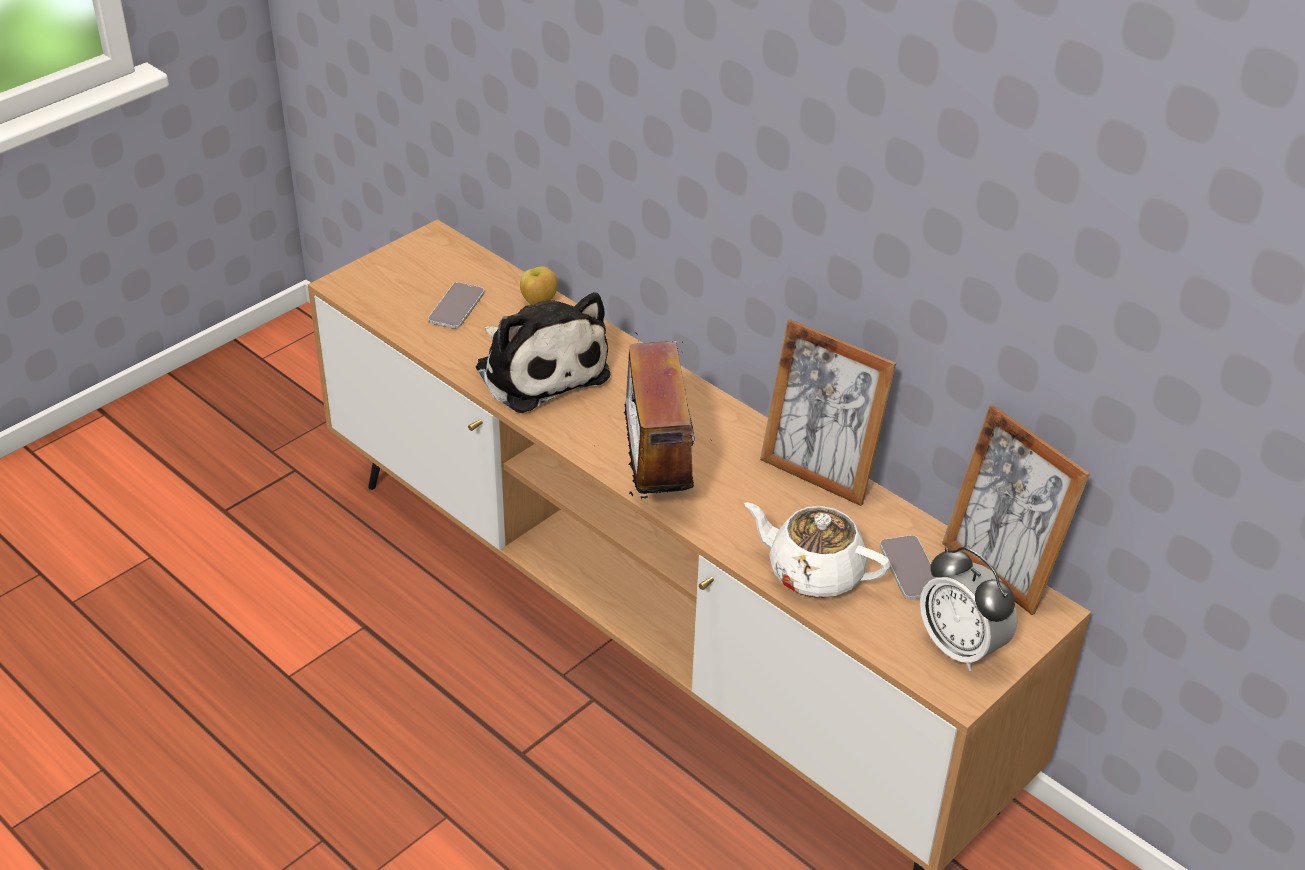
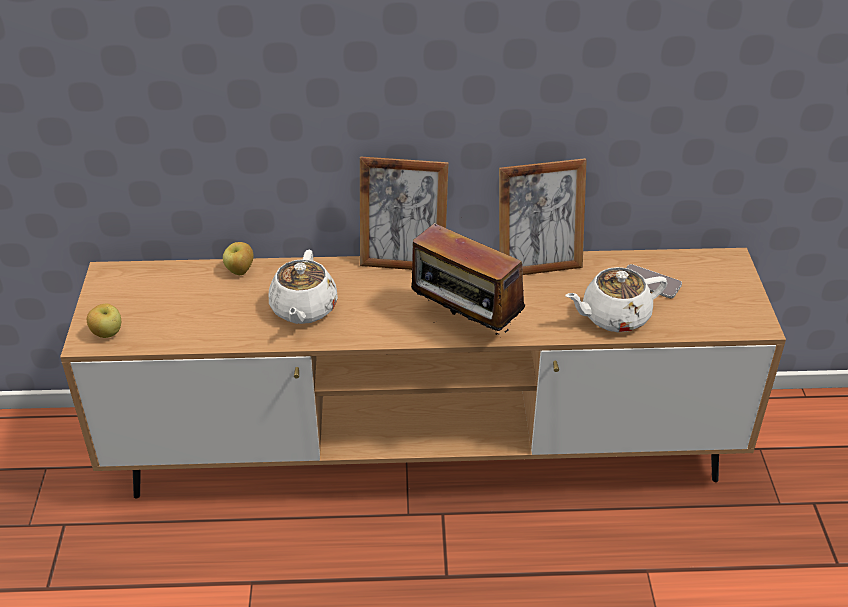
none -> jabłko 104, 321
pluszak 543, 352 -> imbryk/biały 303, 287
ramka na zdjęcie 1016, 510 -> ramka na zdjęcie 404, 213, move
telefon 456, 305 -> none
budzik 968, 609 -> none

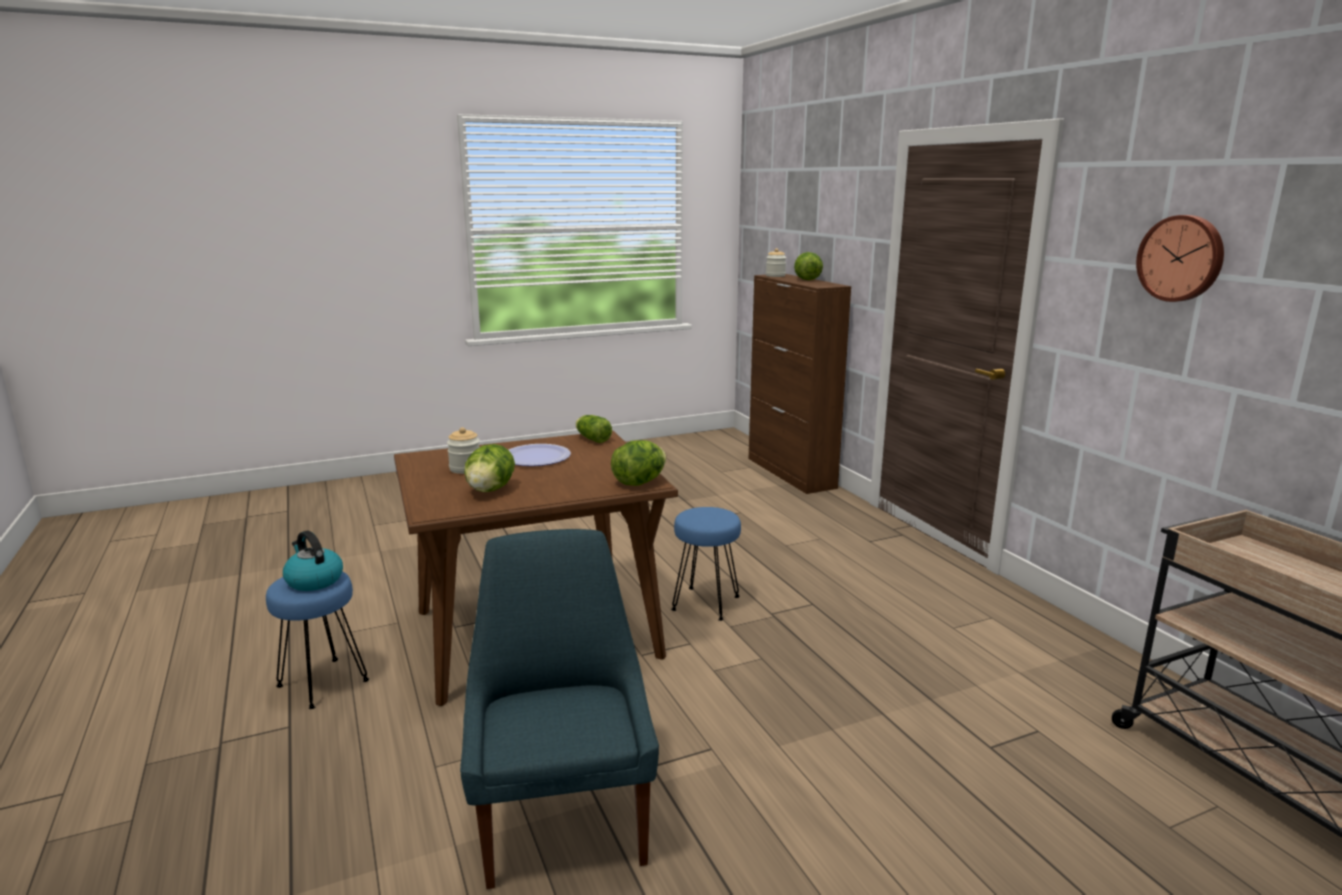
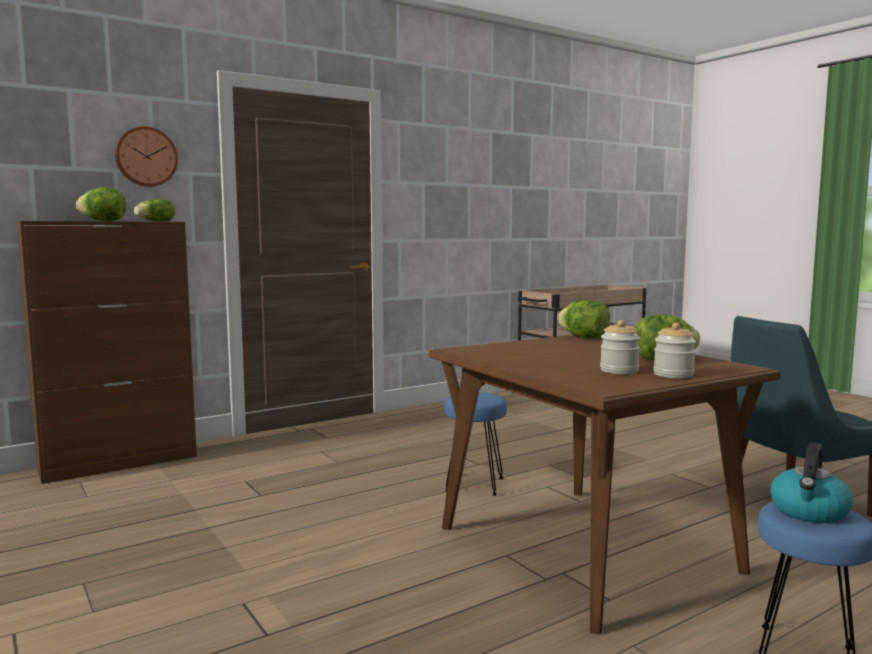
zegar ścienny 1180, 258 -> zegar ścienny 146, 156, move
sałata 593, 429 -> sałata 154, 210, move
słoik 776, 262 -> słoik 674, 350, move
talerz 540, 455 -> none

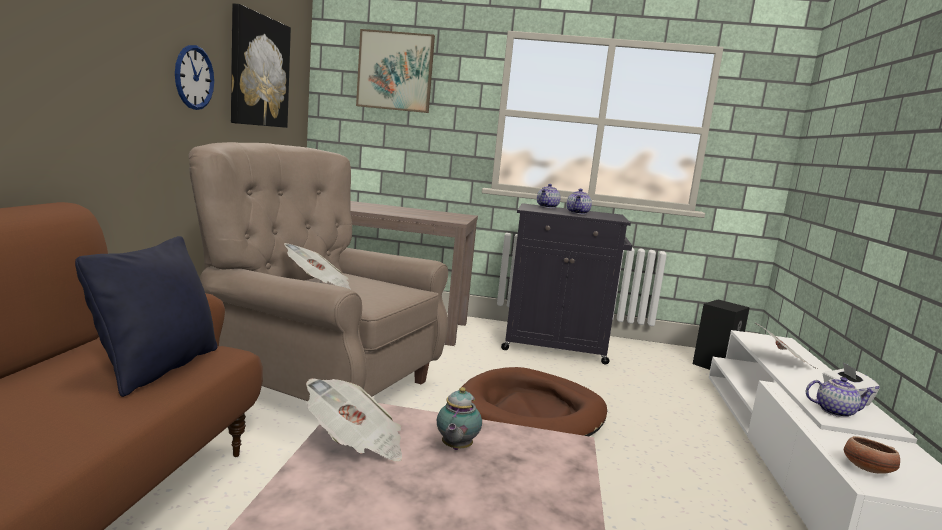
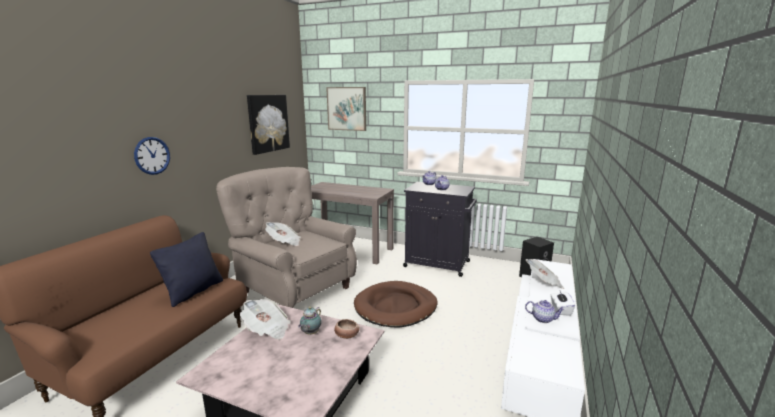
zegar ścienny 194, 77 -> zegar ścienny 152, 156, move
miska 872, 455 -> miska 346, 329, move

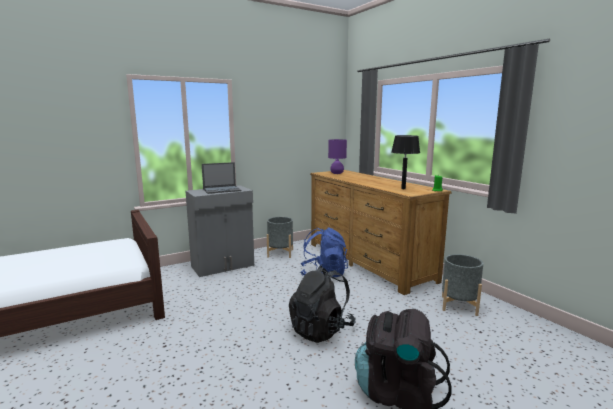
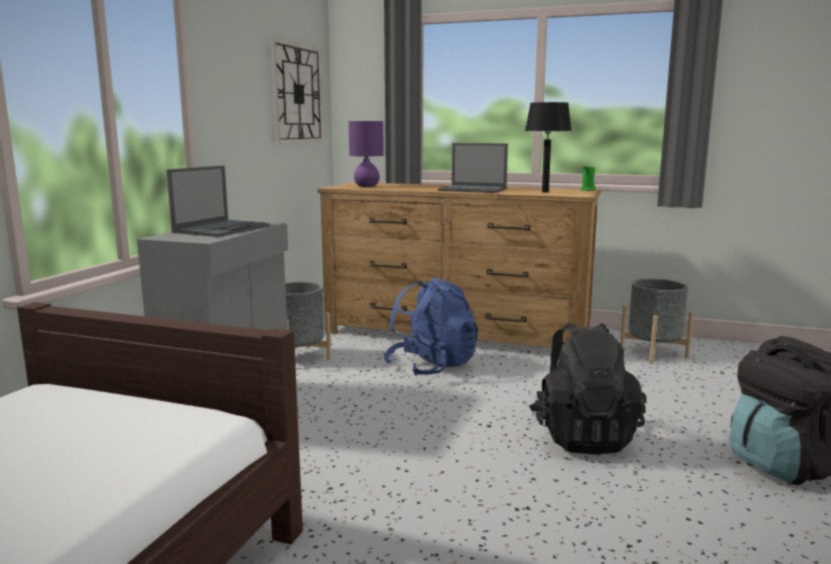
none -> zegar ścienny 297, 91
none -> laptop 473, 168

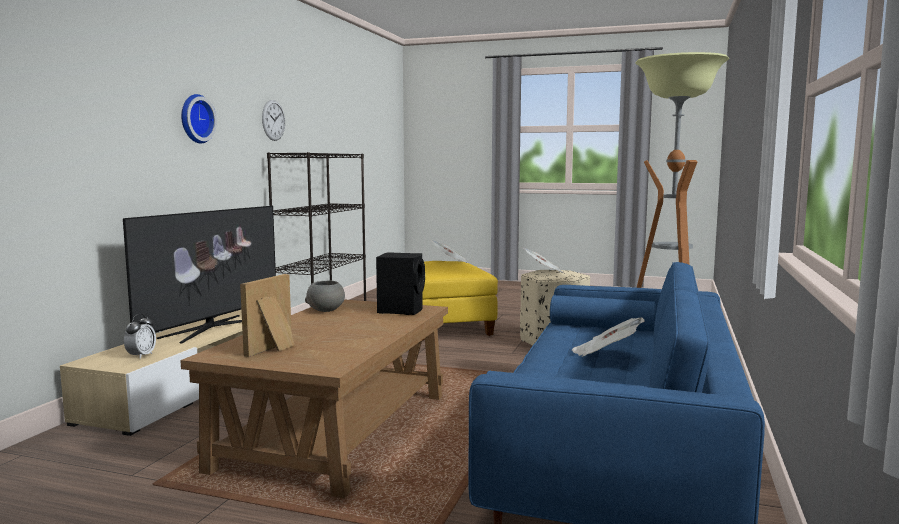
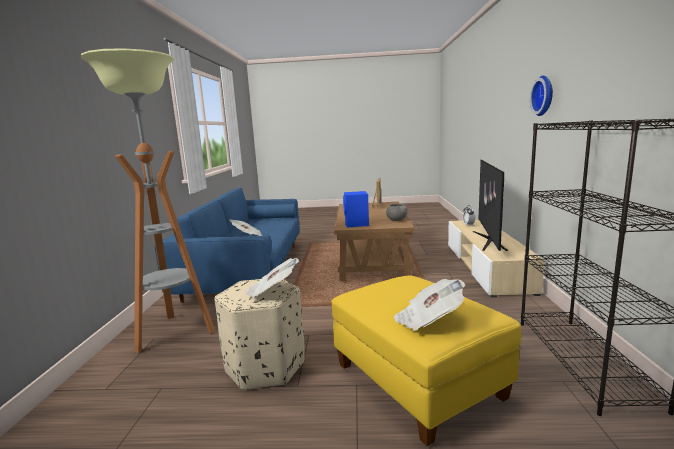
głośnik/czarny 400, 283 -> głośnik/niebieski 356, 209
zegar ścienny 273, 120 -> none

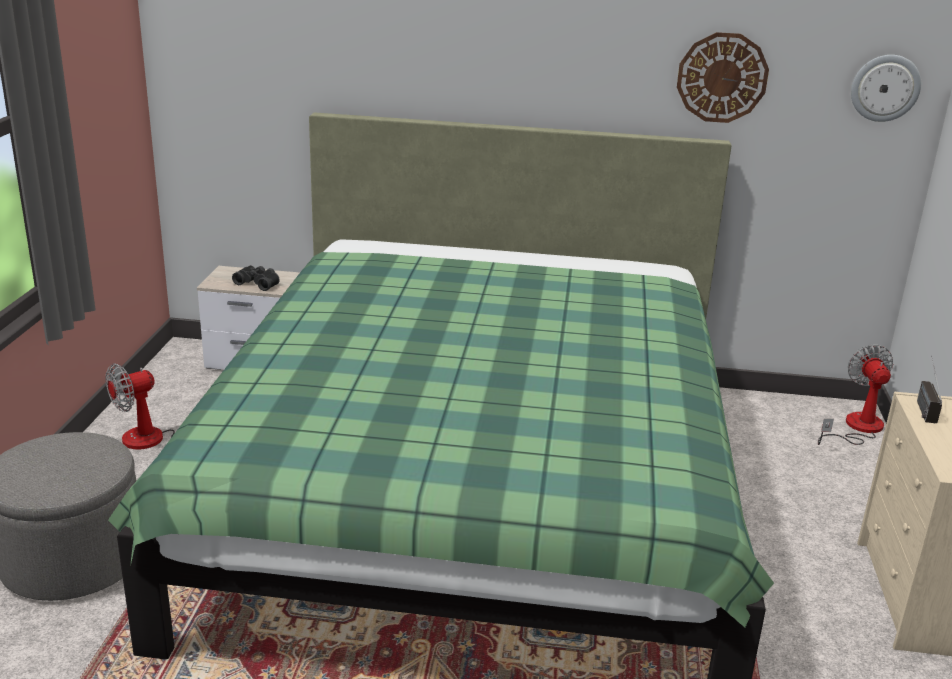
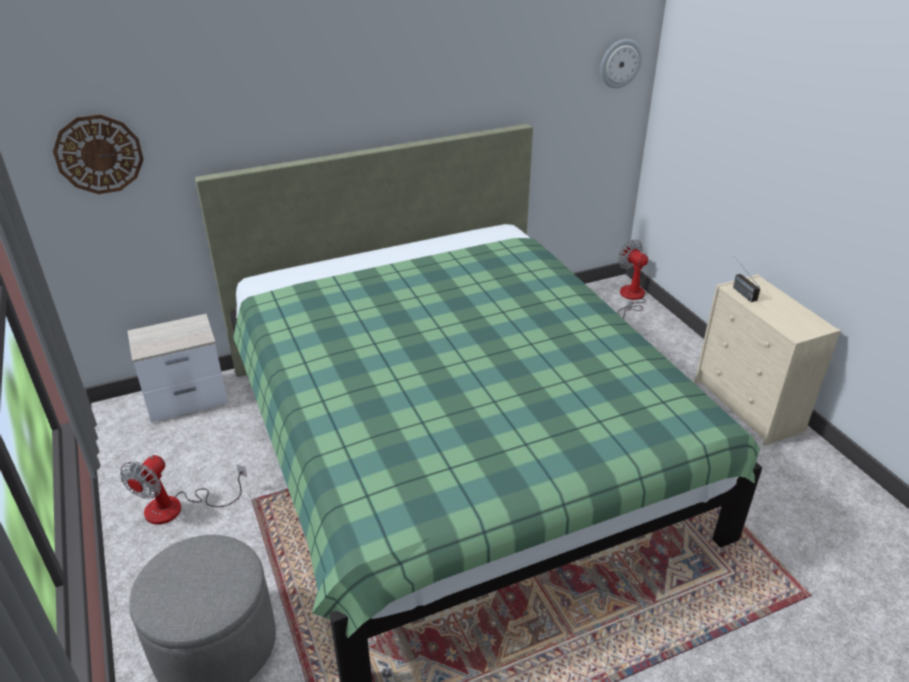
zegar ścienny 723, 77 -> zegar ścienny 98, 154, move
lornetka/czarny 256, 278 -> none

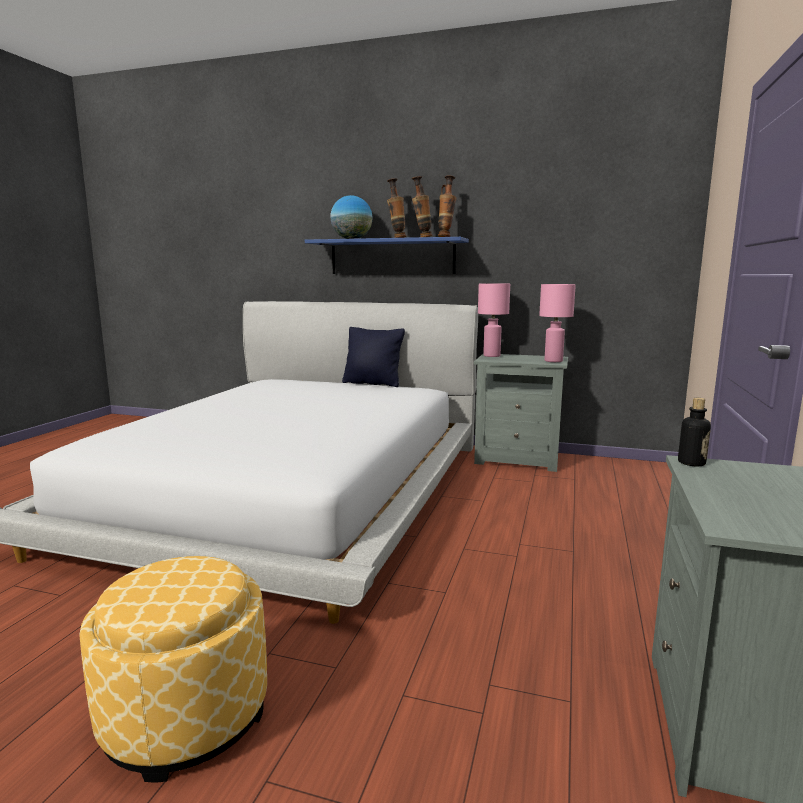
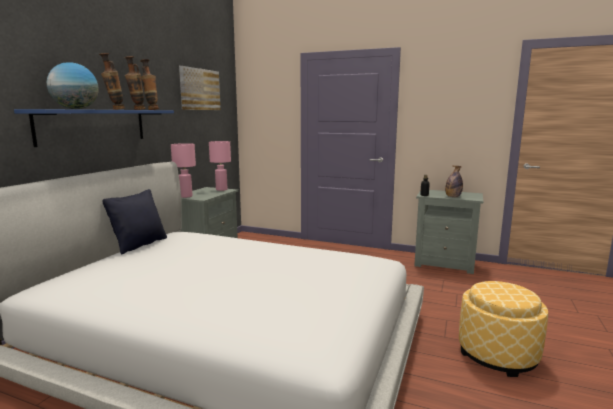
none -> obraz 200, 88
none -> butelka 454, 181

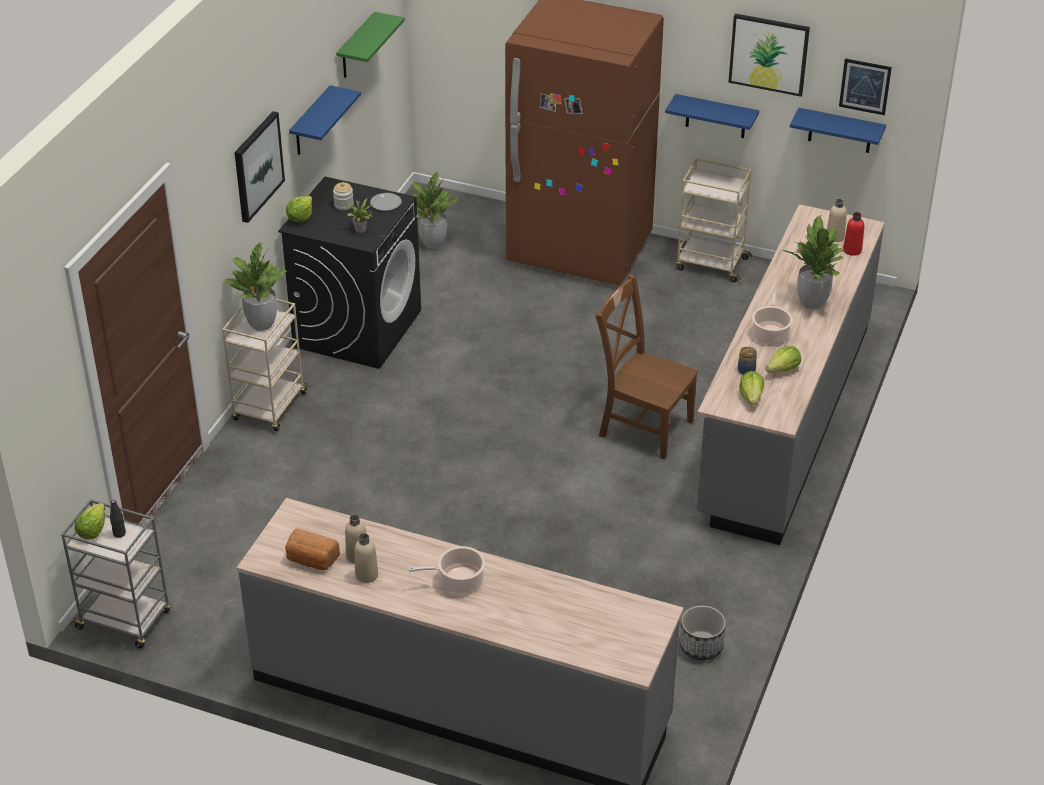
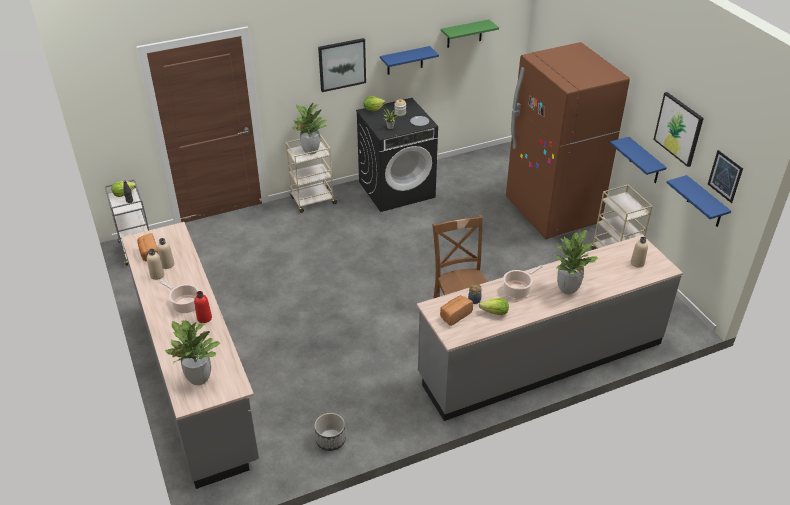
roślina doniczkowa 435, 210 -> roślina doniczkowa 192, 352, move
butelka/czerwony 853, 234 -> butelka/czerwony 203, 307, move
sałata 751, 388 -> chleb 456, 310

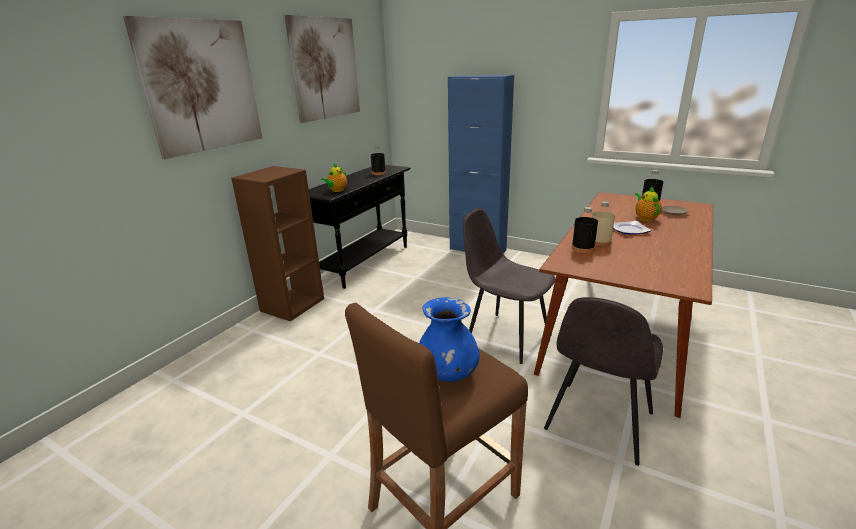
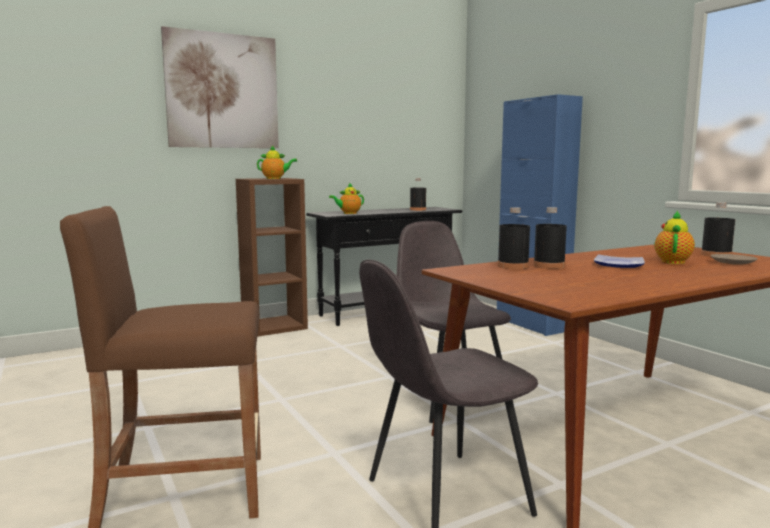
none -> imbryk 277, 162
butelka/beżowy 603, 224 -> butelka/czarny 550, 238
obraz 322, 69 -> none
wazon/niebieski 449, 339 -> none

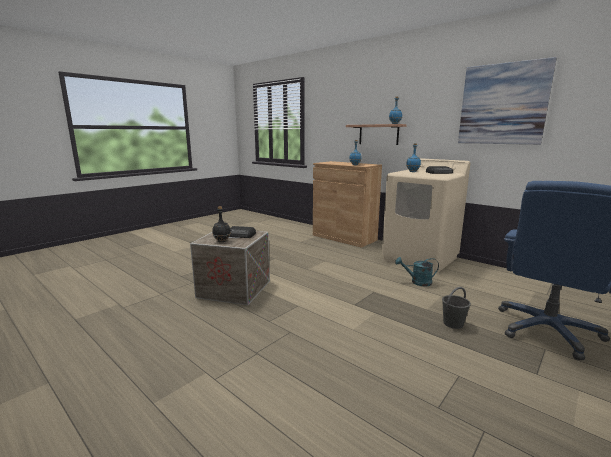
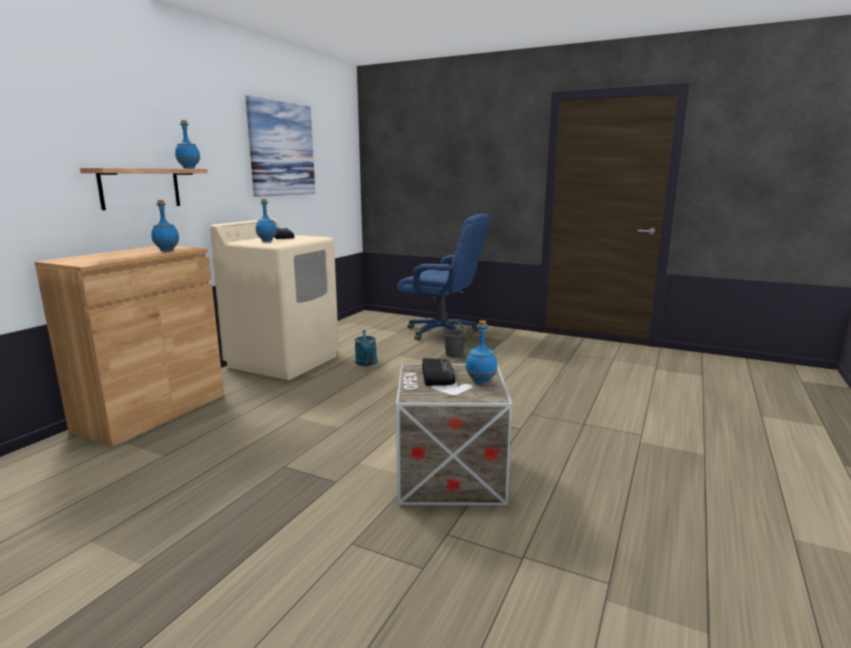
butelka/czarny 221, 224 -> butelka/niebieski 481, 352

